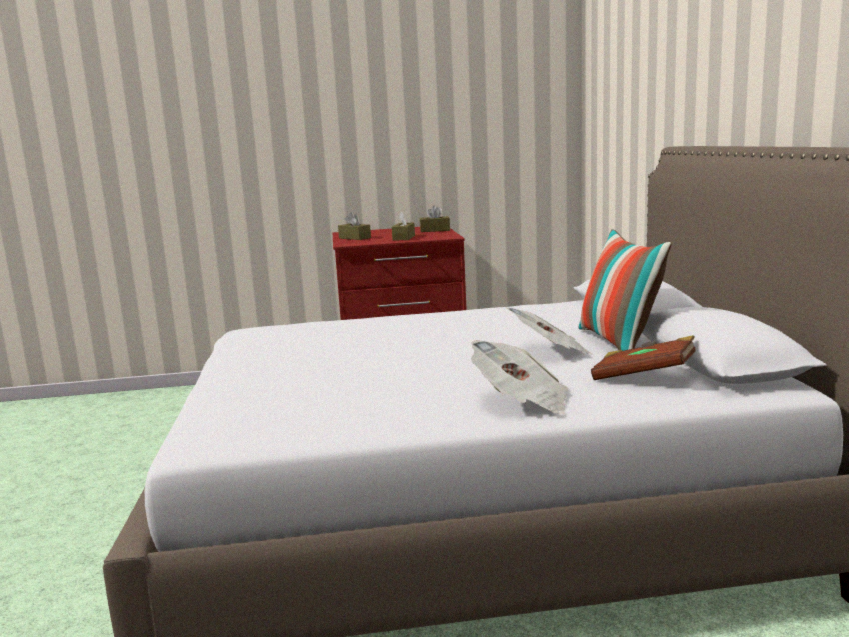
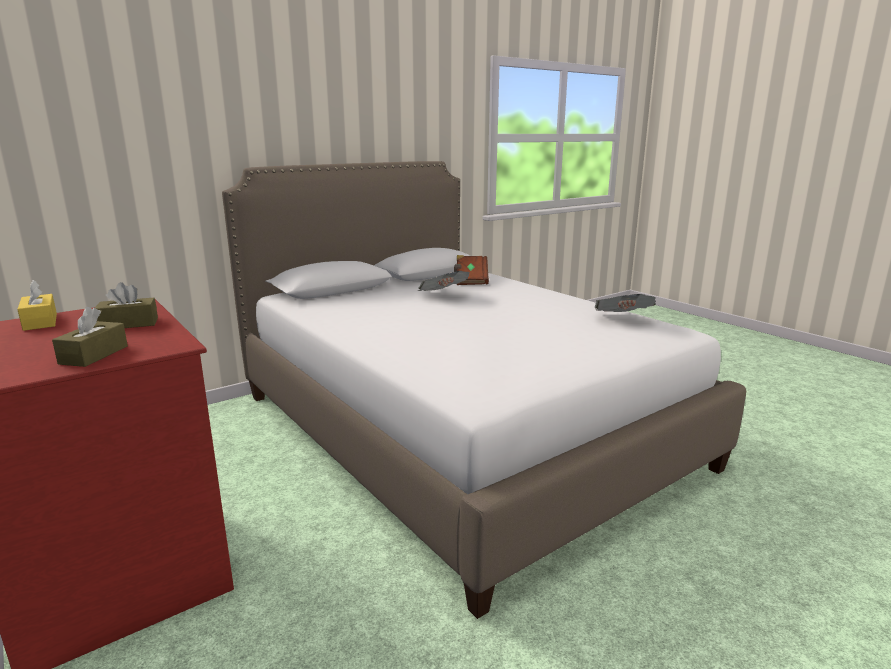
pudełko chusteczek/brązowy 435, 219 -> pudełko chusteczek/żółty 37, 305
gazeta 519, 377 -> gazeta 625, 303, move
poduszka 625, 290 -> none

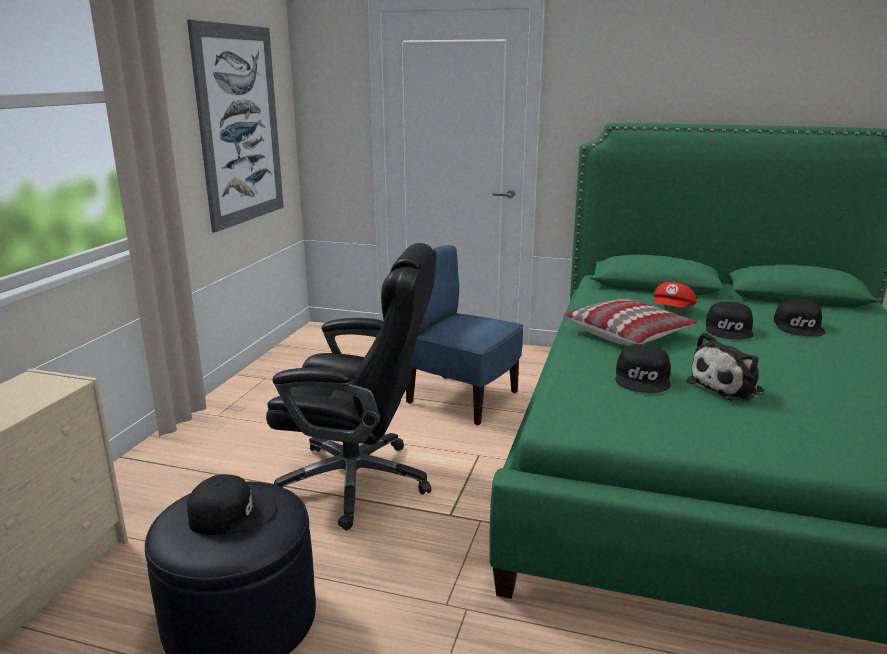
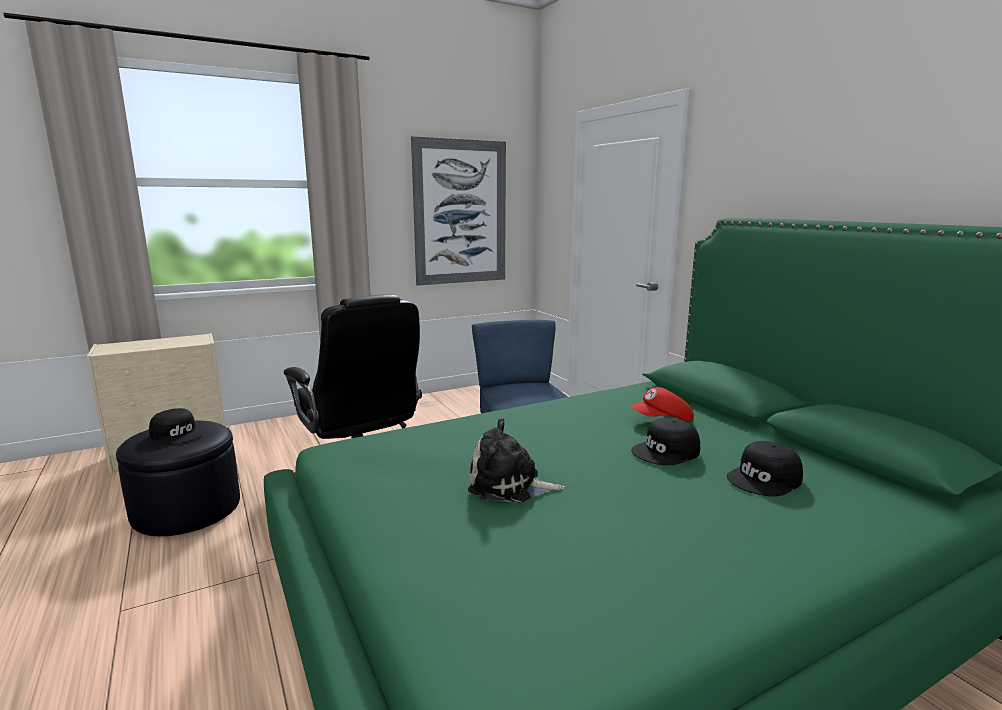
poduszka 630, 322 -> none
czapka z daszkiem/czarny 643, 368 -> none

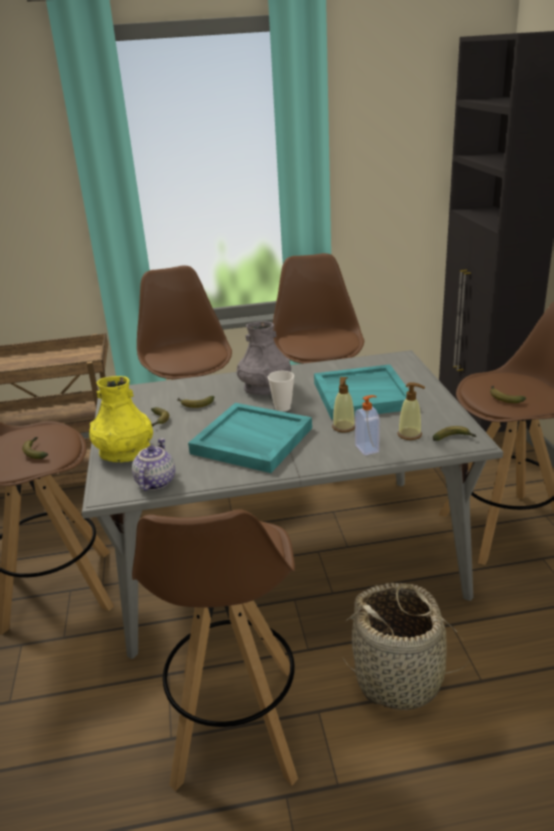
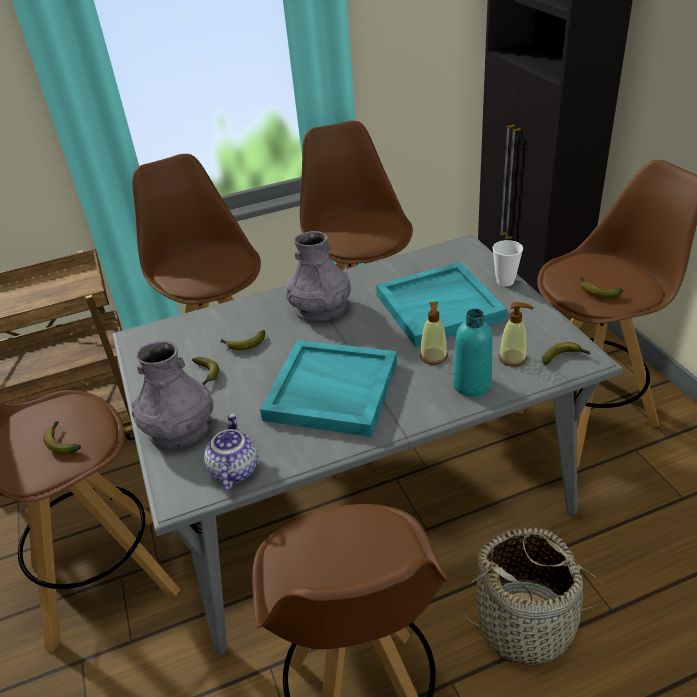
wazon/żółty 121, 419 -> wazon/szary 172, 394
dozownik mydła 367, 425 -> butelka/turkusowy 472, 353
filiżanka 281, 391 -> filiżanka 507, 263, move

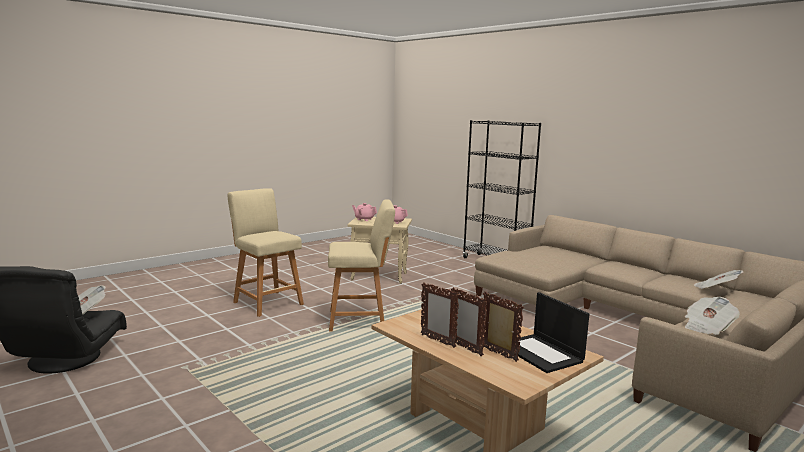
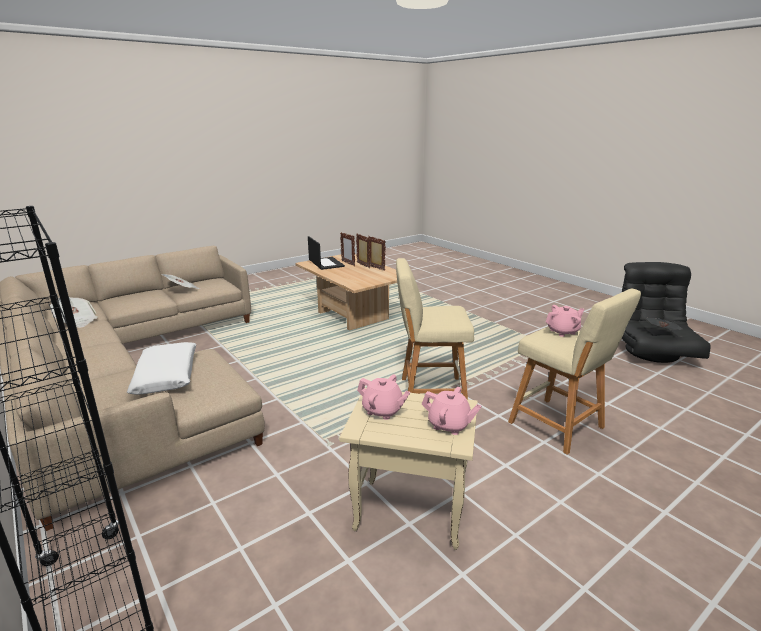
none -> poduszka/biały 161, 368
none -> imbryk/różowy 565, 321

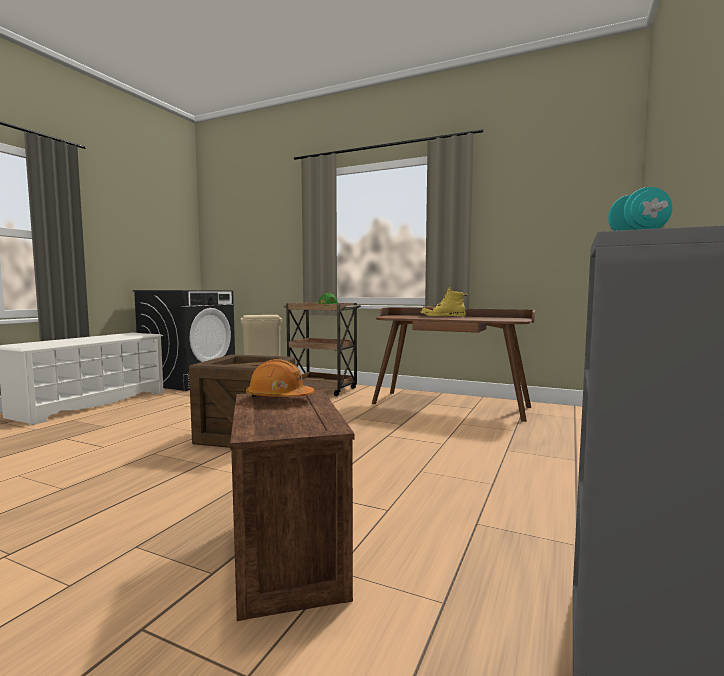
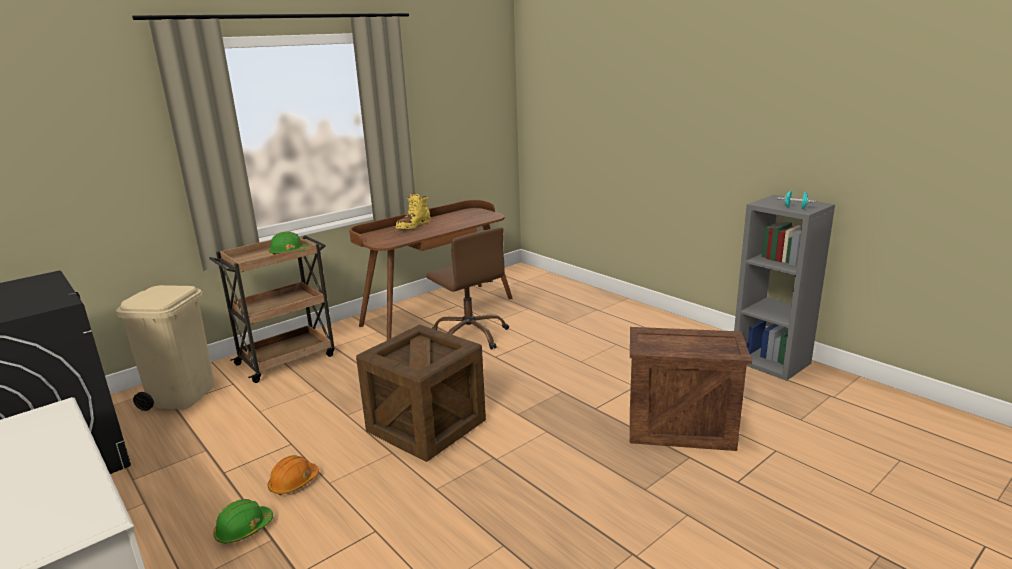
none -> kask/zielony 243, 521
kask/pomarańczowy 280, 378 -> kask/pomarańczowy 293, 475, move
none -> krzesło biurowe/brązowy 467, 288

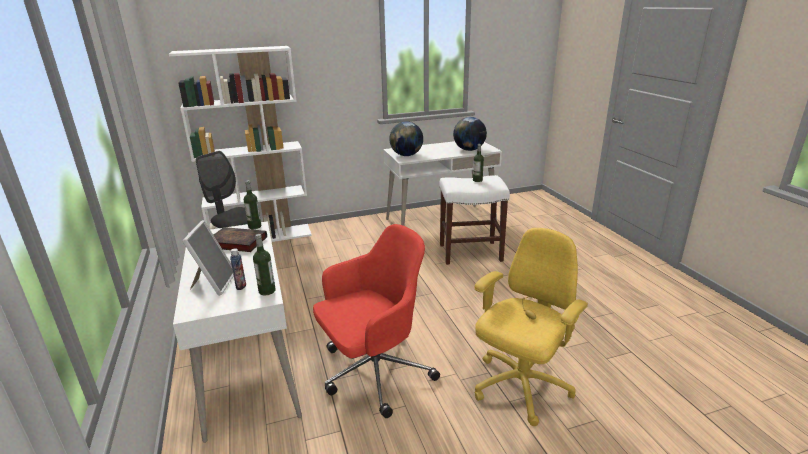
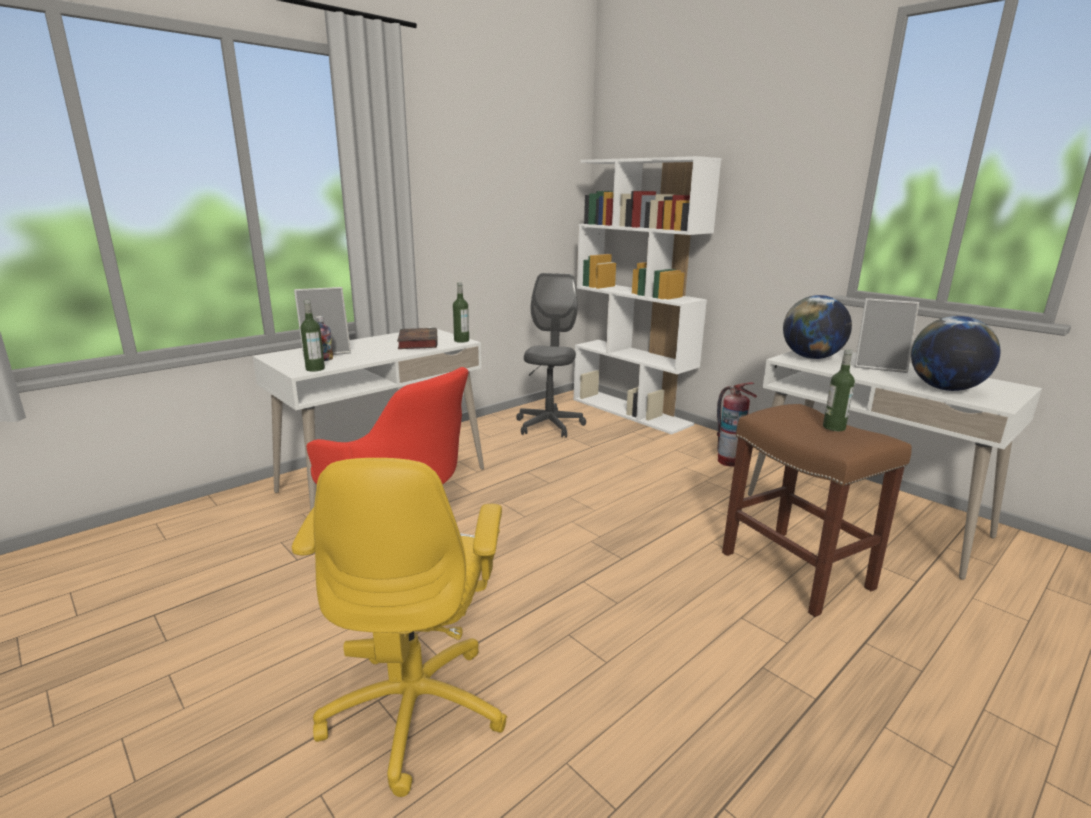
krzesło biurowe/żółty 531, 327 -> krzesło biurowe/żółty 399, 627, 75 degrees clockwise
none -> gaśnica 737, 424
stołek/biały 475, 220 -> stołek/brązowy 817, 510
none -> ramka na zdjęcie 886, 335

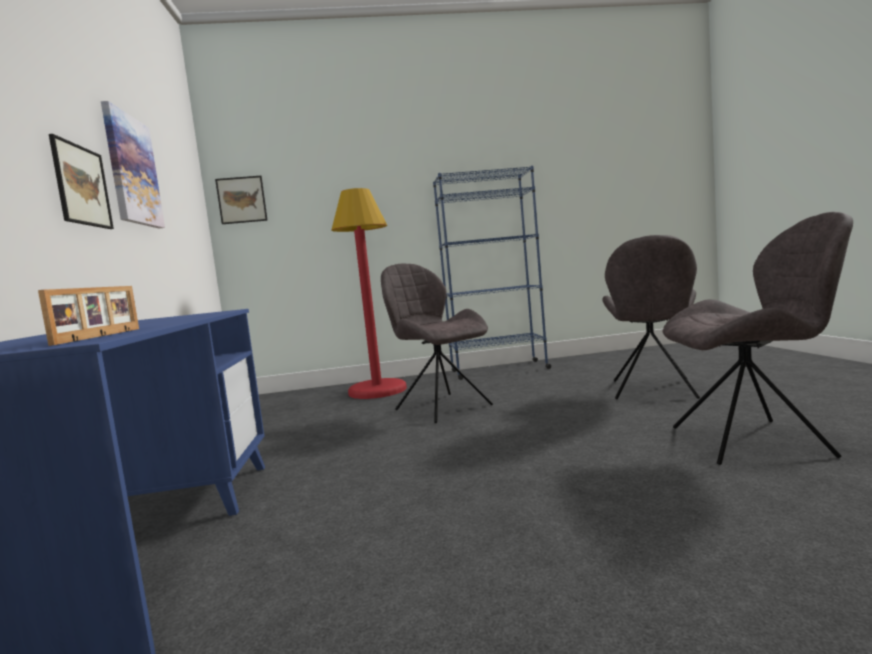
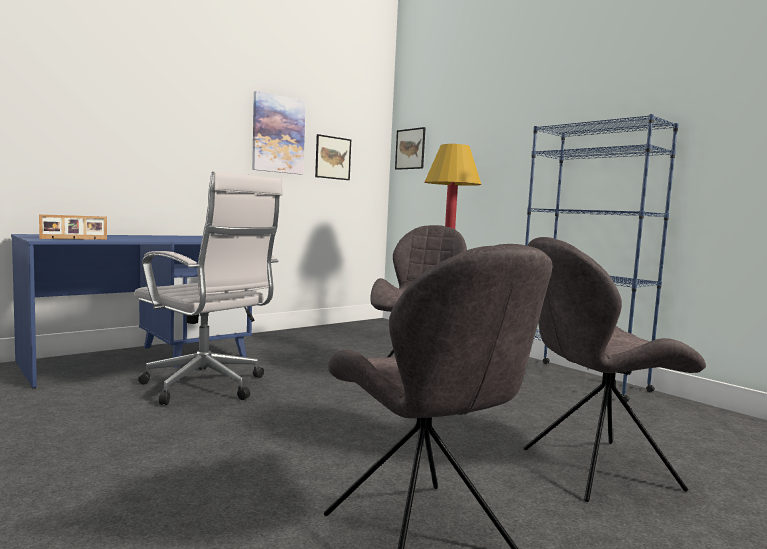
none -> krzesło biurowe/biały 208, 288
obraz 81, 181 -> obraz 333, 157, move

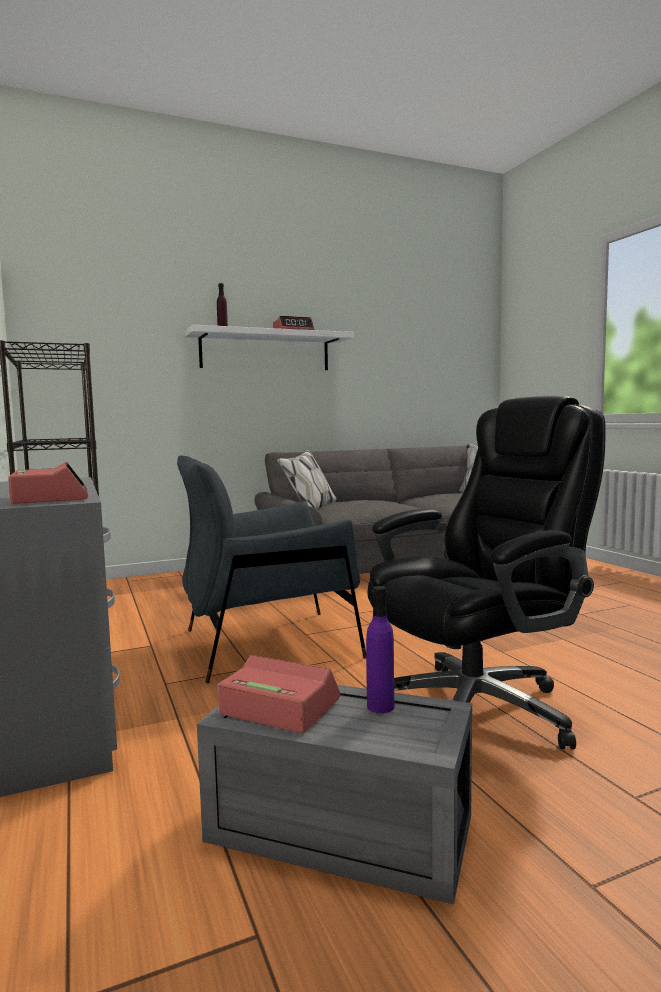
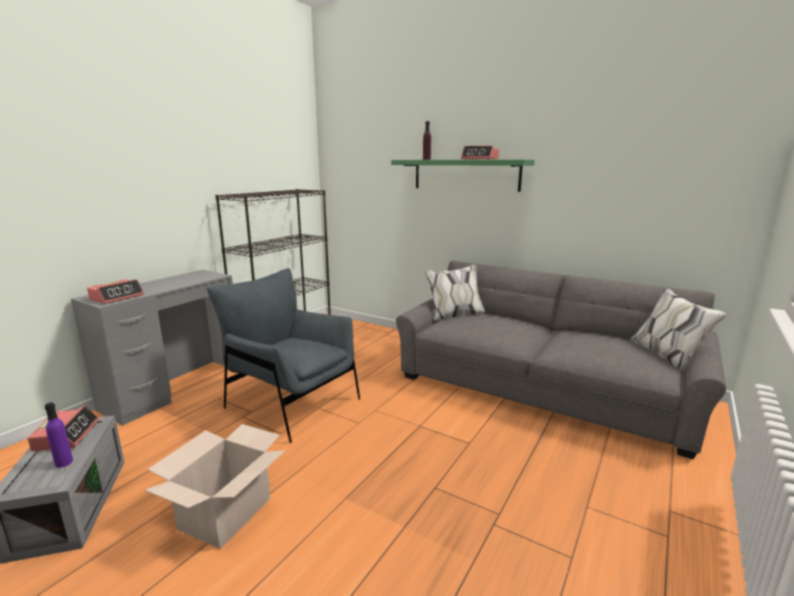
krzesło biurowe/czarny 486, 572 -> karton 215, 486
półka/biały 269, 347 -> półka/zielony 463, 176

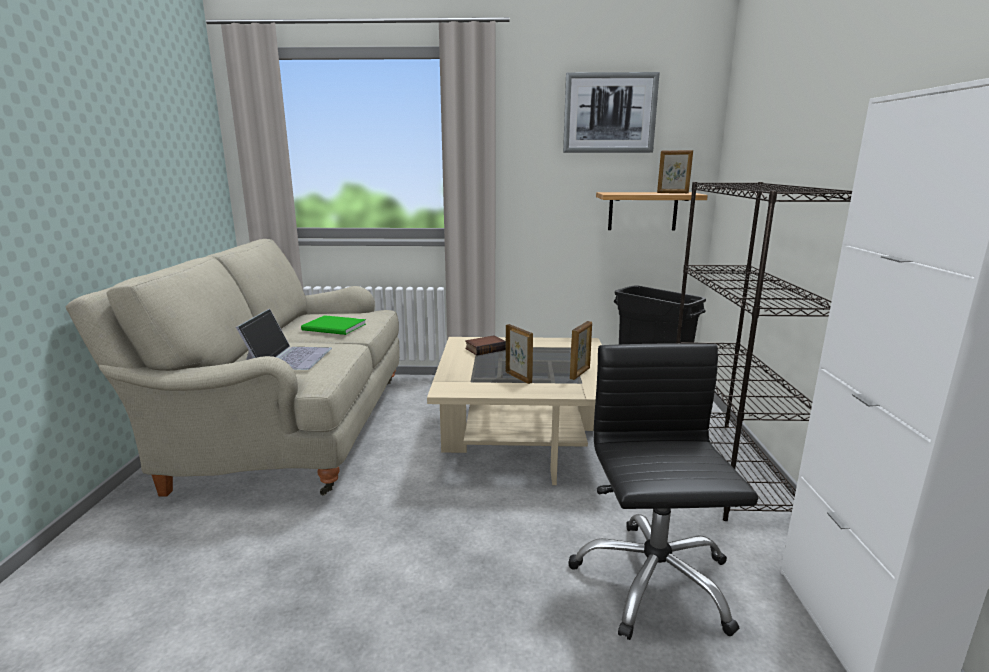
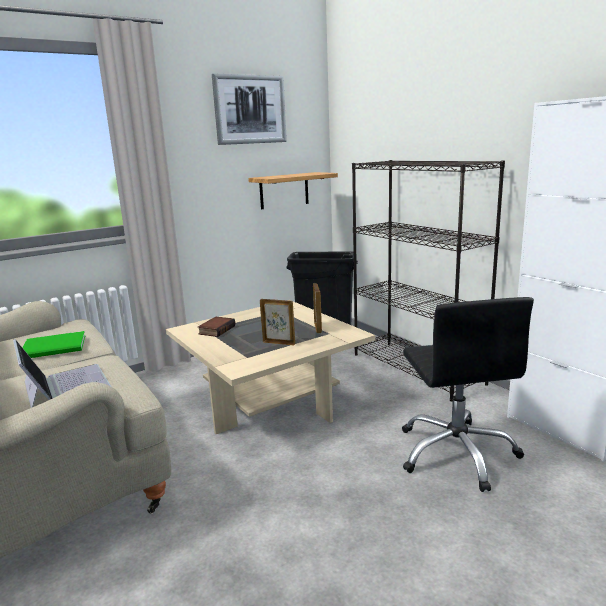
krzesło biurowe/czarny 663, 491 -> krzesło biurowe/czarny 468, 394, 150 degrees counterclockwise
ramka na zdjęcie 675, 171 -> none

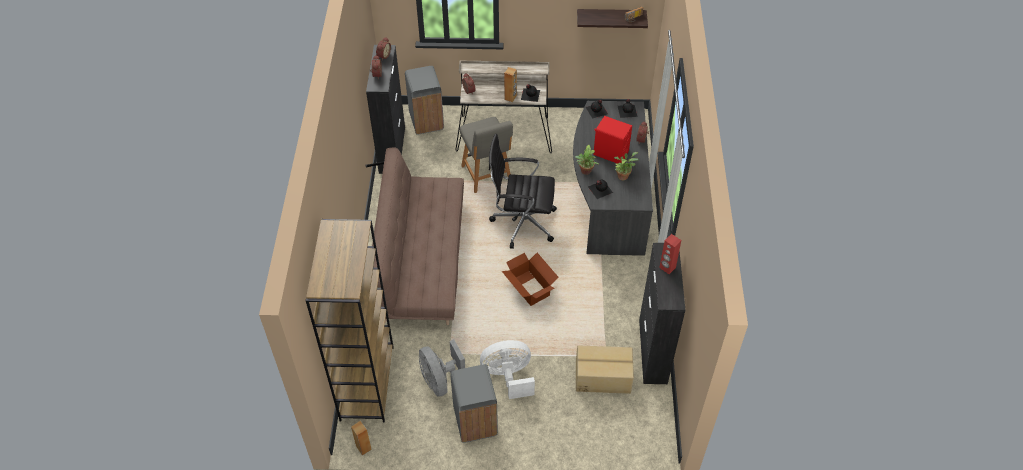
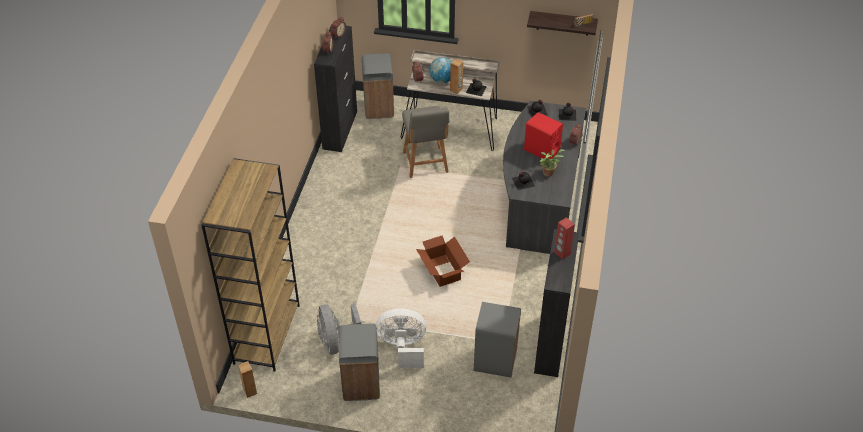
none -> globus 440, 70
karton 605, 369 -> kosz na śmieci/szary 497, 340
kanapa/brązowy 414, 236 -> none
krzesło biurowe/czarny 523, 191 -> none
roślina doniczkowa 587, 160 -> none

